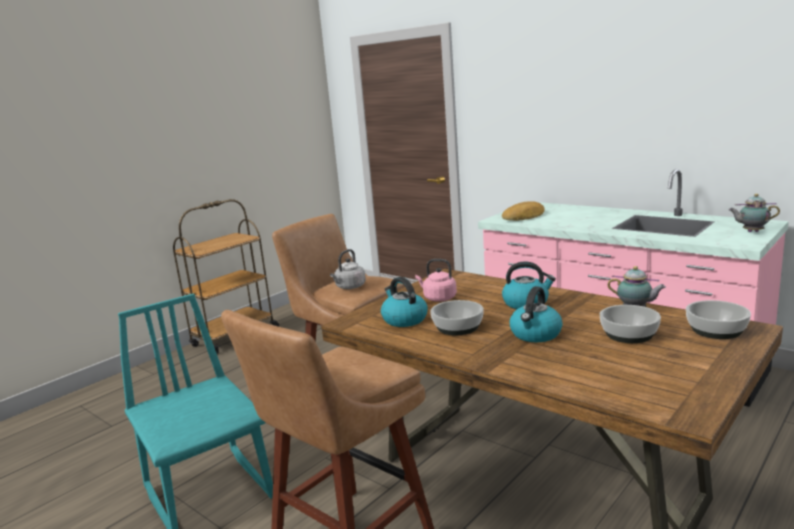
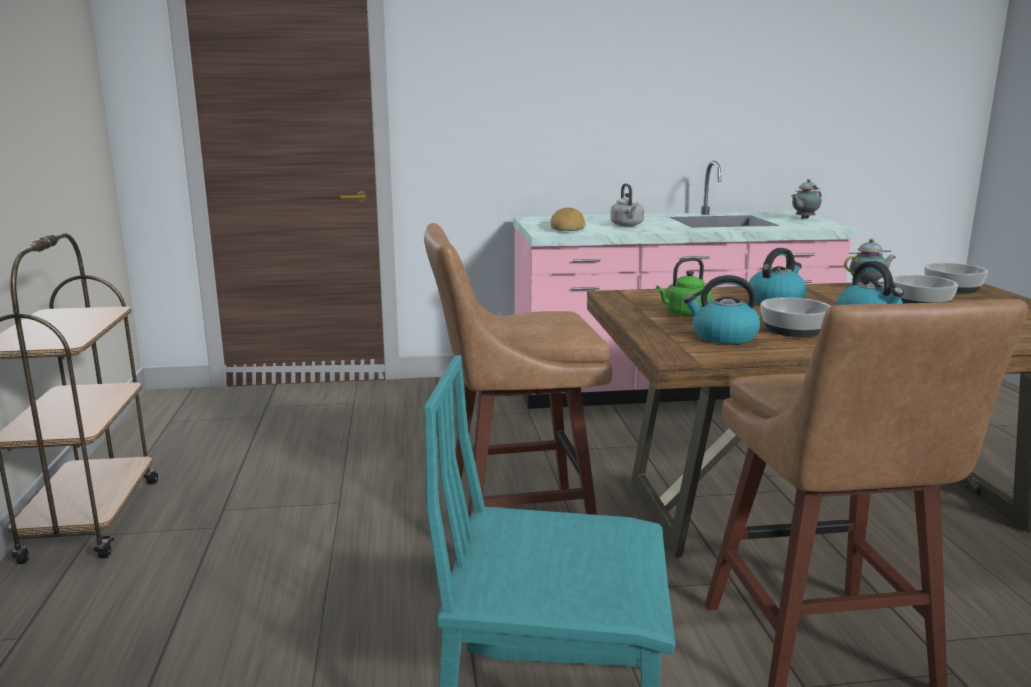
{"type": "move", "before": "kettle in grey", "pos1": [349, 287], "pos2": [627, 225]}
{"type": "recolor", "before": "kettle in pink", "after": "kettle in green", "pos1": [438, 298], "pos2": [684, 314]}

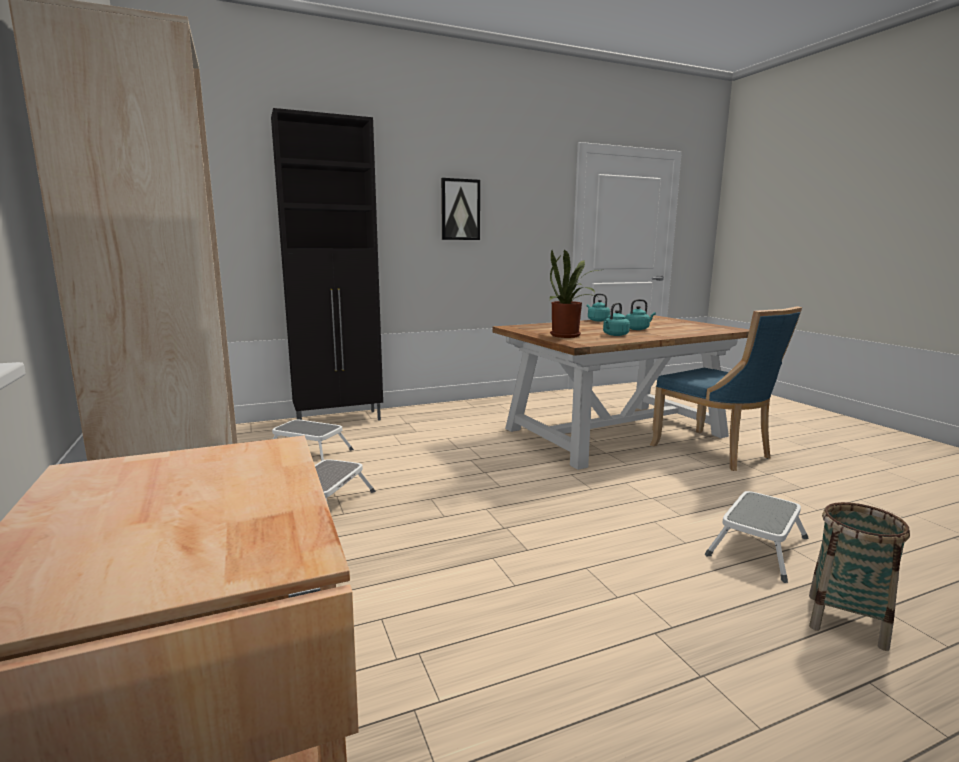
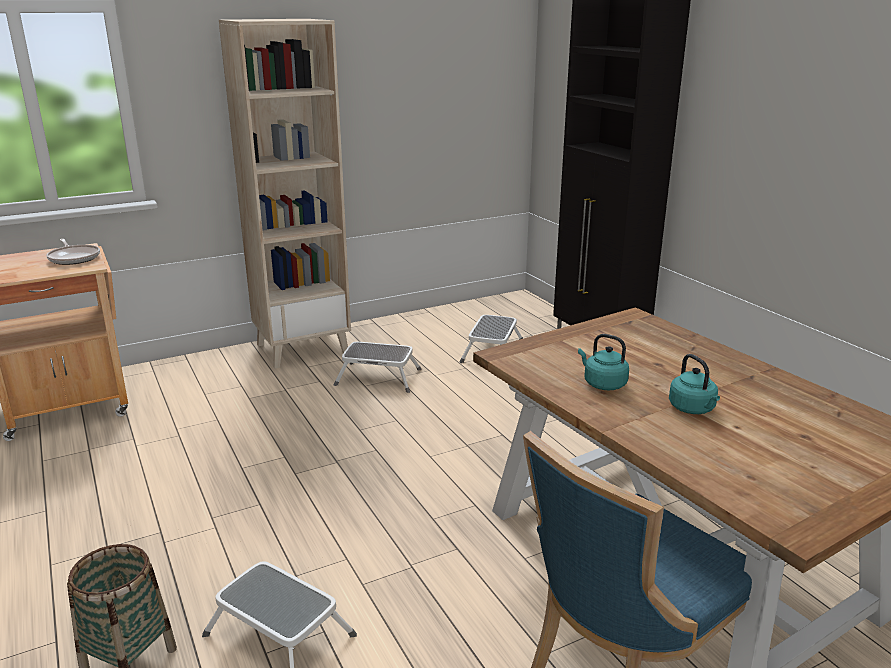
{"type": "delete", "before": "picture", "pos1": [460, 209]}
{"type": "delete", "before": "potted plant", "pos1": [568, 336]}
{"type": "delete", "before": "kettle in turquoise", "pos1": [597, 320]}
{"type": "insert", "after": "frying pan", "pos2": [74, 258]}

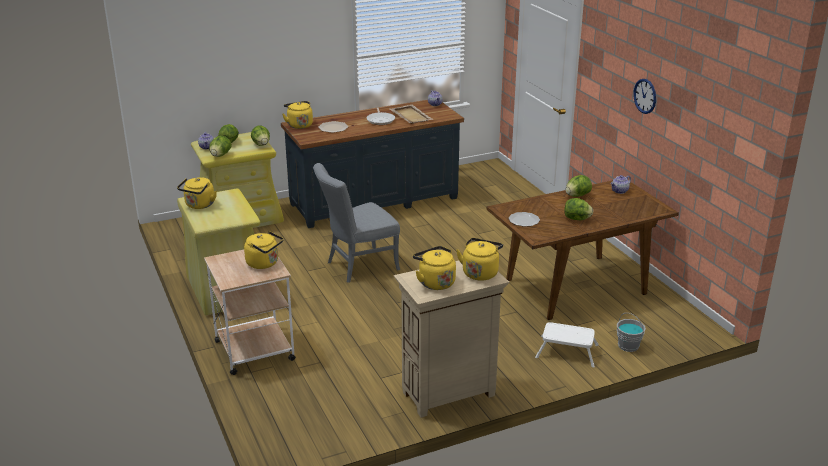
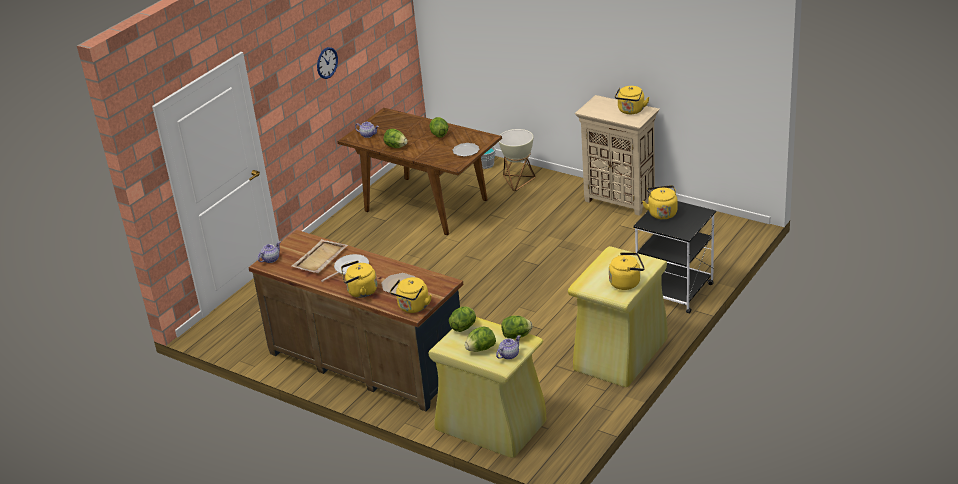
{"type": "delete", "before": "chair in grey", "pos1": [358, 266]}
{"type": "move", "before": "kettle in yellow", "pos1": [480, 272], "pos2": [360, 292]}
{"type": "recolor", "before": "cart in beige", "after": "cart in black", "pos1": [254, 349], "pos2": [674, 292]}
{"type": "replace", "before": "step ladder in white", "after": "planter", "pos1": [567, 351], "pos2": [518, 181]}

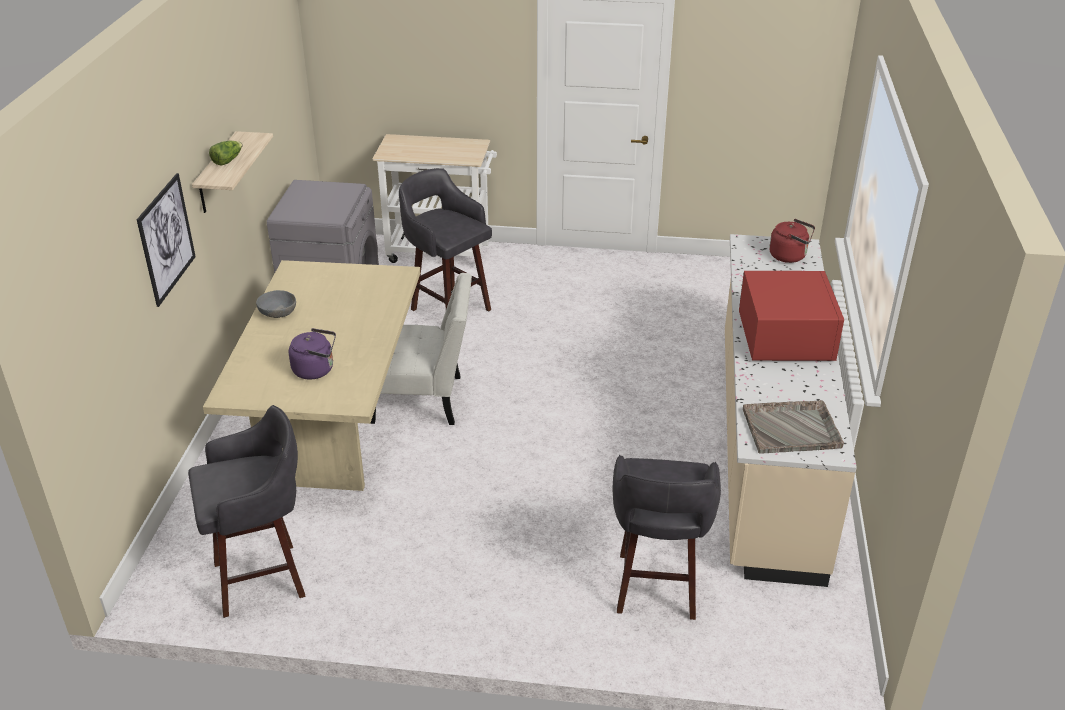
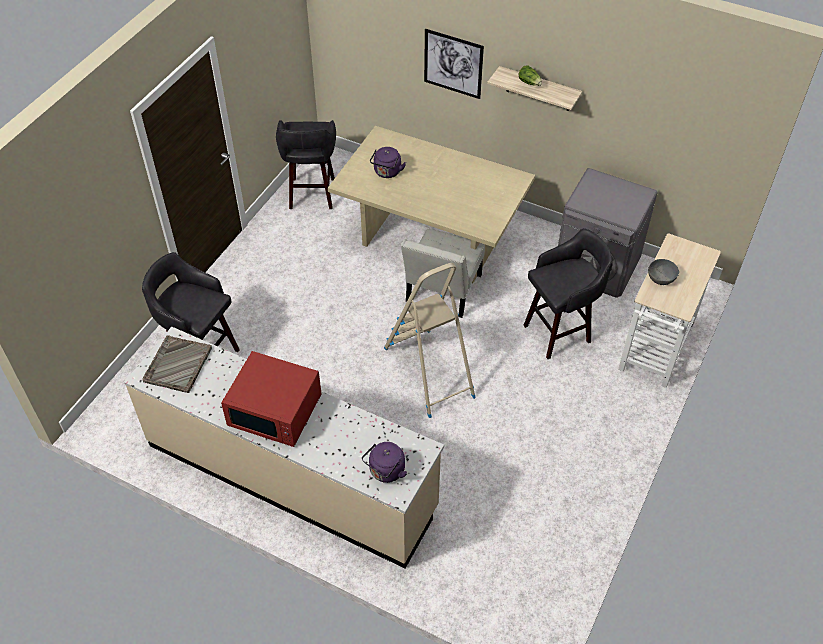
{"type": "recolor", "before": "kettle in red", "after": "kettle in purple", "pos1": [790, 256], "pos2": [385, 472]}
{"type": "move", "before": "bowl in grey", "pos1": [278, 313], "pos2": [661, 278]}
{"type": "insert", "after": "step ladder in beige", "pos2": [428, 371]}

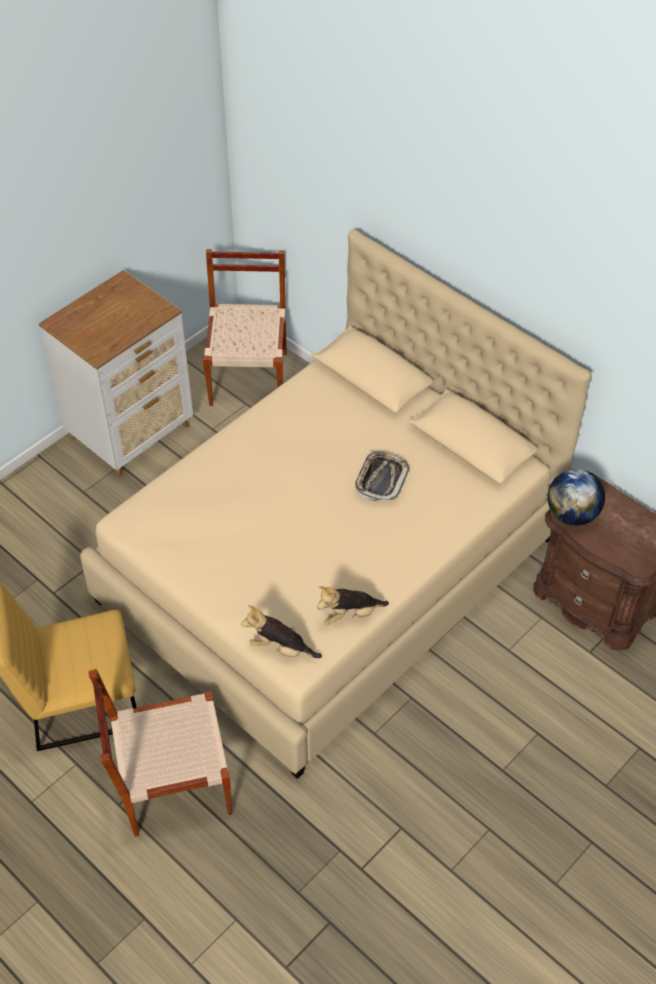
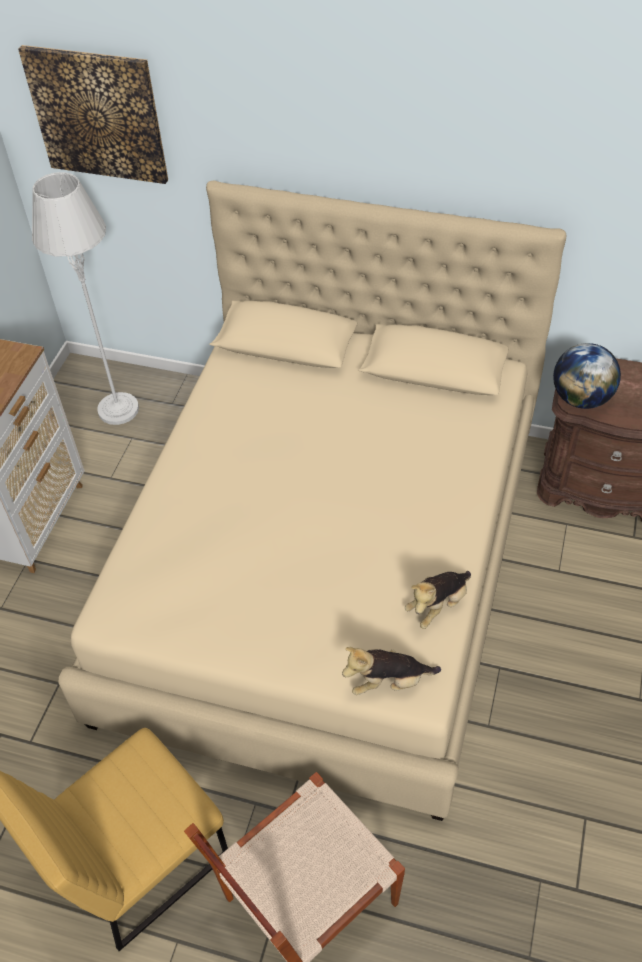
{"type": "replace", "before": "chair", "after": "floor lamp in grey", "pos1": [249, 377], "pos2": [118, 409]}
{"type": "delete", "before": "tray", "pos1": [381, 479]}
{"type": "insert", "after": "picture", "pos2": [97, 114]}

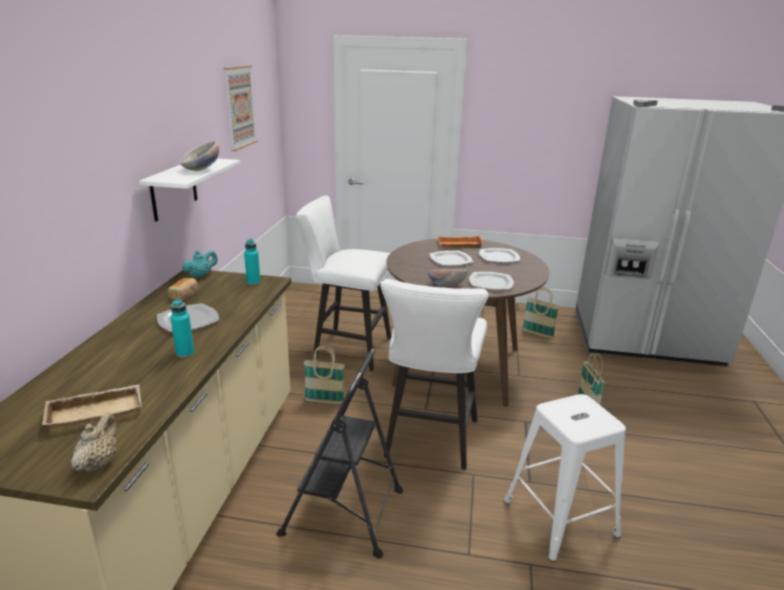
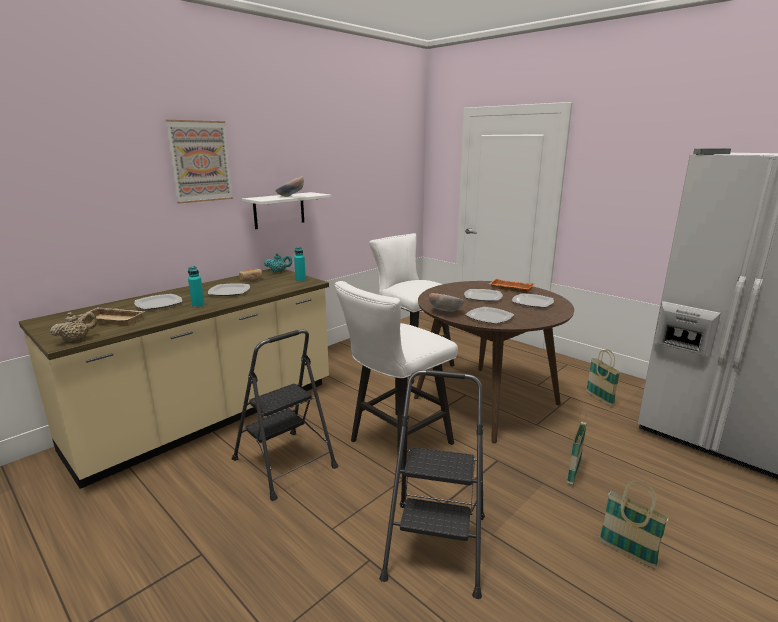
{"type": "move", "before": "picture", "pos1": [239, 107], "pos2": [200, 161]}
{"type": "move", "before": "basket", "pos1": [324, 401], "pos2": [627, 553]}
{"type": "replace", "before": "stool in white", "after": "step ladder in black", "pos1": [560, 518], "pos2": [437, 541]}
{"type": "insert", "after": "plate", "pos2": [159, 303]}

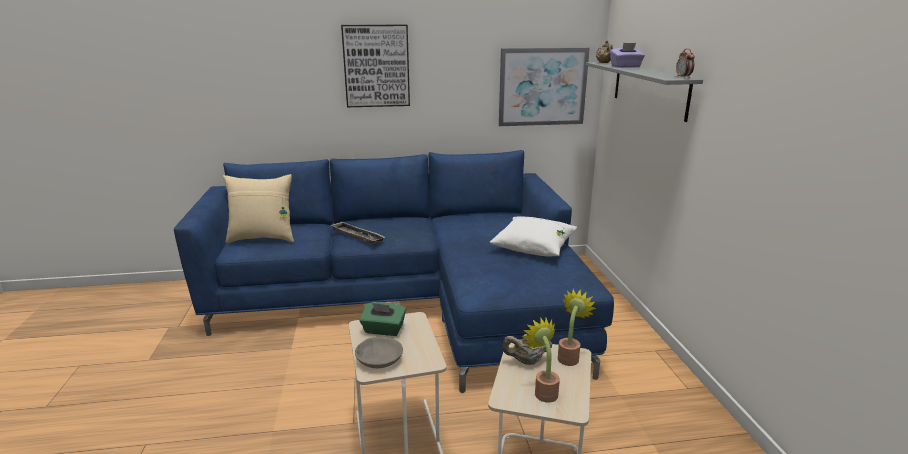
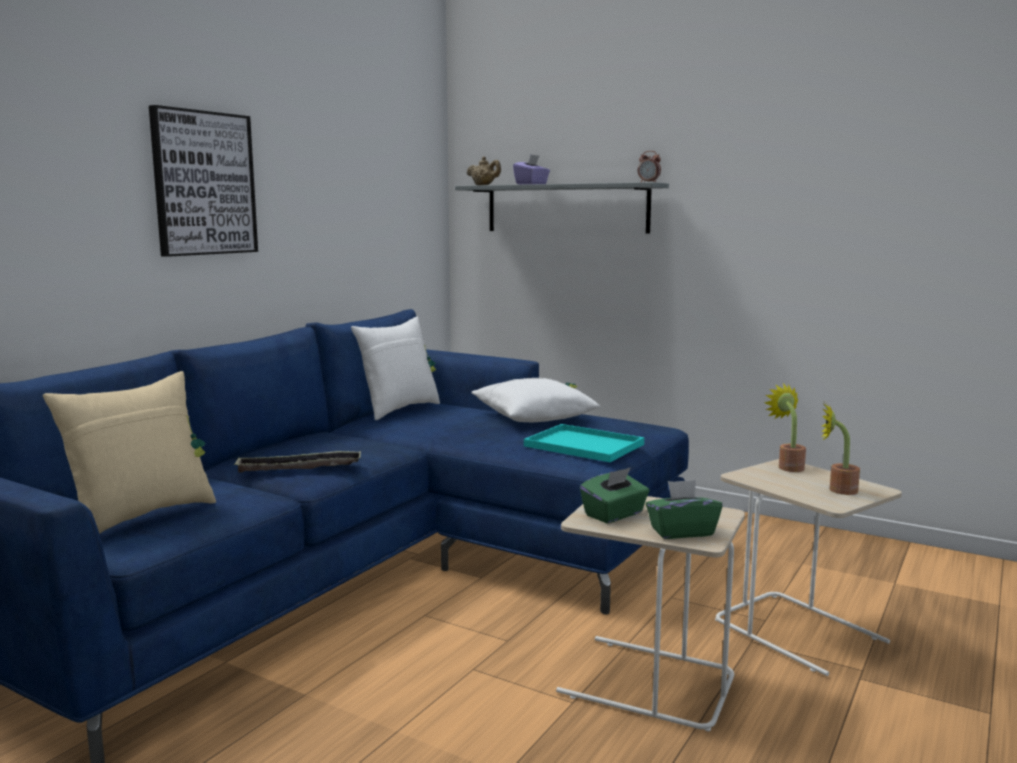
{"type": "delete", "before": "picture", "pos1": [542, 87]}
{"type": "delete", "before": "teapot in beige", "pos1": [526, 361]}
{"type": "replace", "before": "bowl in grey", "after": "tissue box in green", "pos1": [379, 359], "pos2": [681, 532]}
{"type": "insert", "after": "pillow in white", "pos2": [399, 410]}
{"type": "insert", "after": "tray in turquoise", "pos2": [586, 445]}

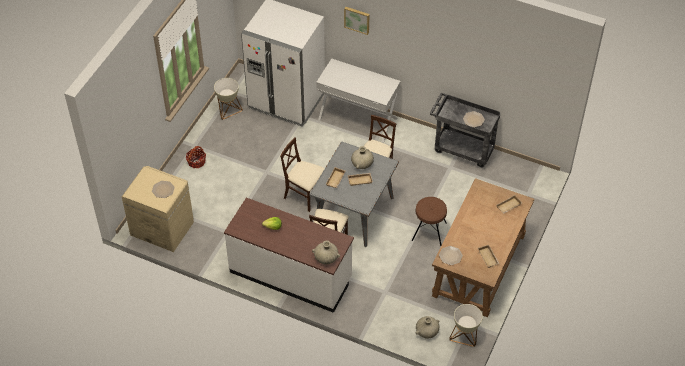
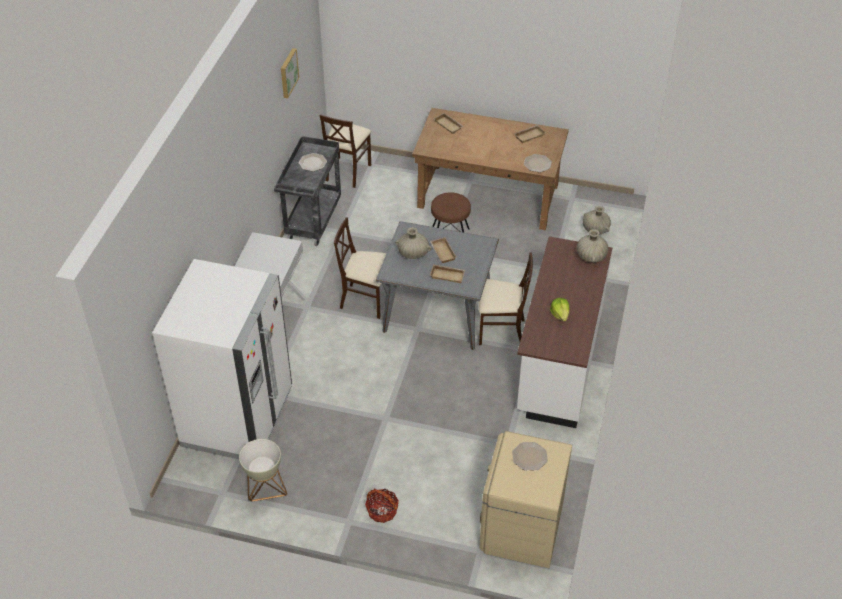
{"type": "move", "before": "picture", "pos1": [357, 19], "pos2": [288, 72]}
{"type": "move", "before": "chair in beige", "pos1": [304, 195], "pos2": [347, 172]}
{"type": "delete", "before": "planter", "pos1": [464, 337]}

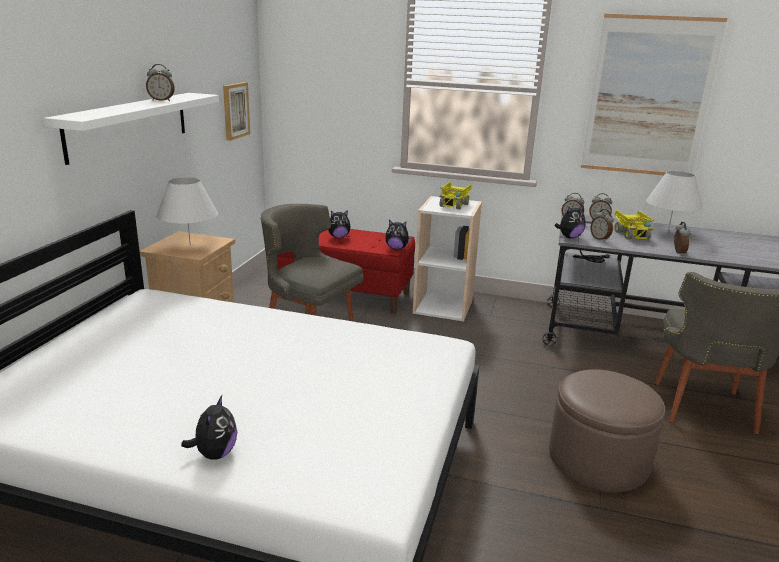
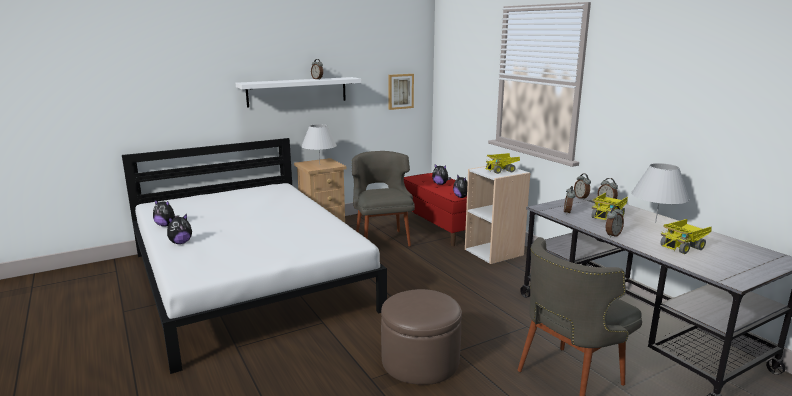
{"type": "delete", "before": "picture", "pos1": [648, 97]}
{"type": "move", "before": "plush toy", "pos1": [569, 237], "pos2": [166, 225]}
{"type": "insert", "after": "toy truck", "pos2": [683, 247]}

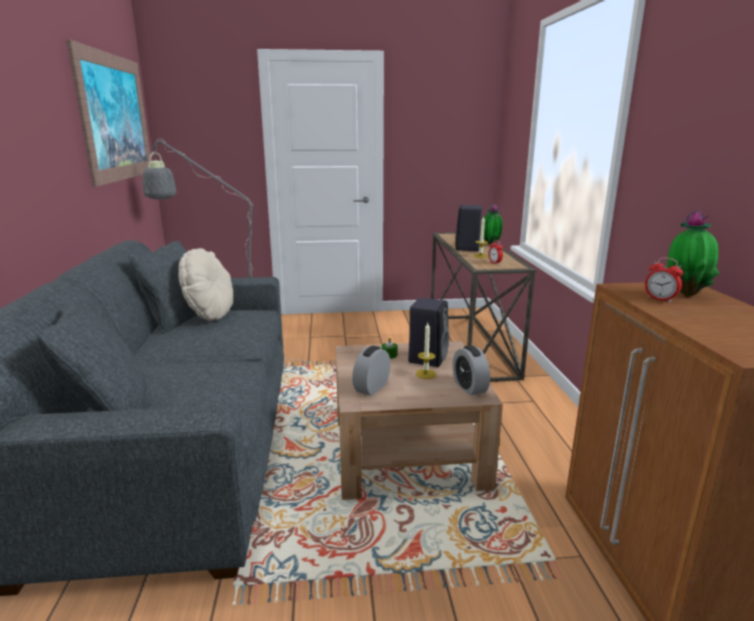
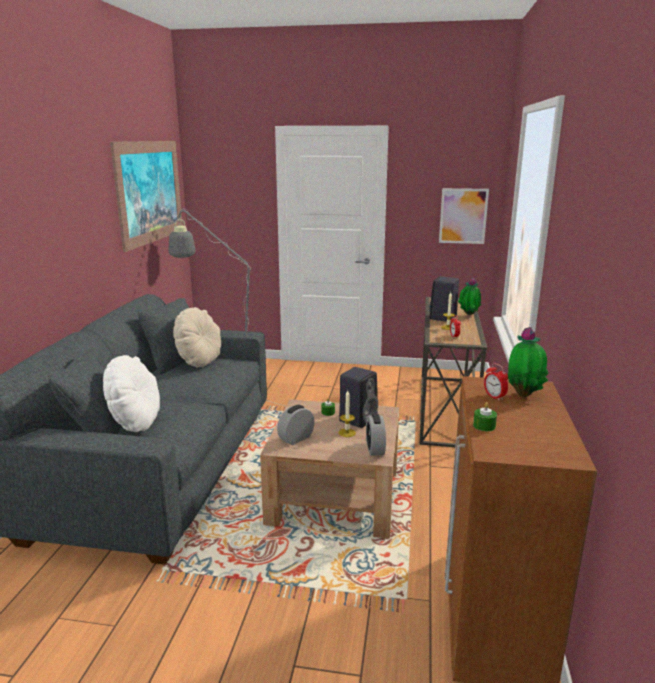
{"type": "insert", "after": "picture", "pos2": [463, 216]}
{"type": "insert", "after": "pillow in white", "pos2": [136, 424]}
{"type": "insert", "after": "candle in green", "pos2": [484, 426]}

